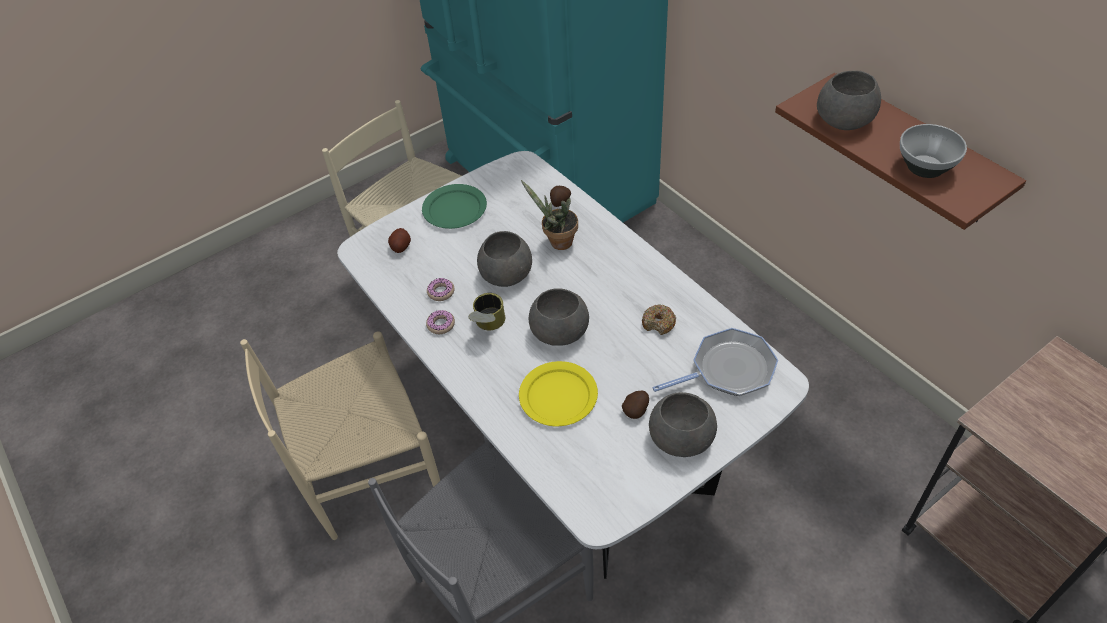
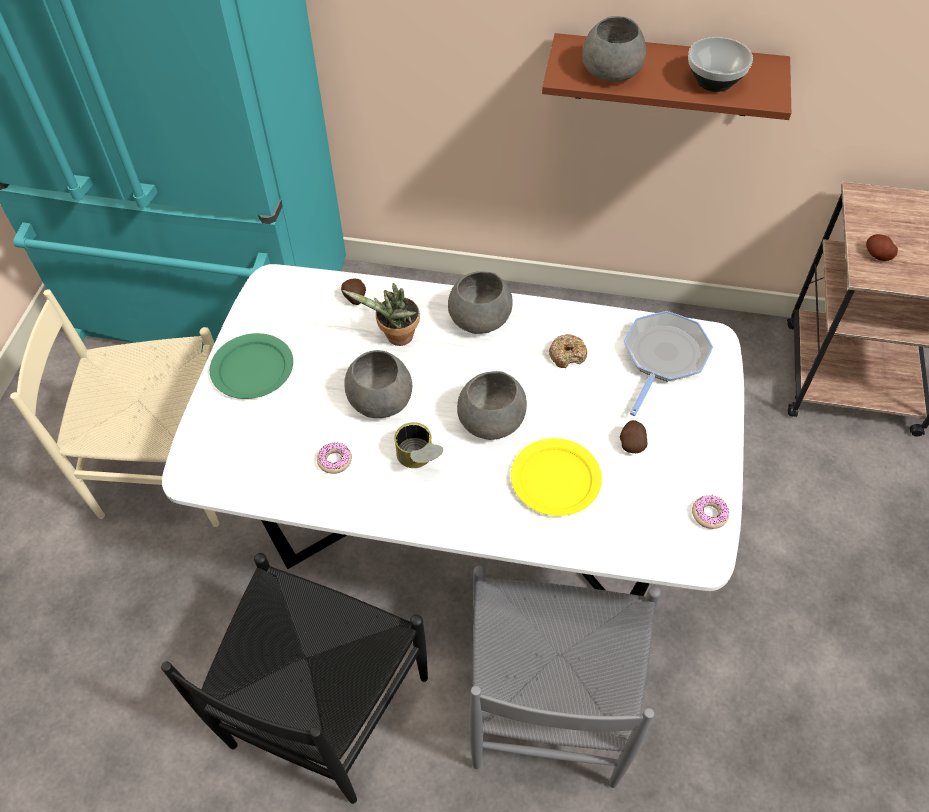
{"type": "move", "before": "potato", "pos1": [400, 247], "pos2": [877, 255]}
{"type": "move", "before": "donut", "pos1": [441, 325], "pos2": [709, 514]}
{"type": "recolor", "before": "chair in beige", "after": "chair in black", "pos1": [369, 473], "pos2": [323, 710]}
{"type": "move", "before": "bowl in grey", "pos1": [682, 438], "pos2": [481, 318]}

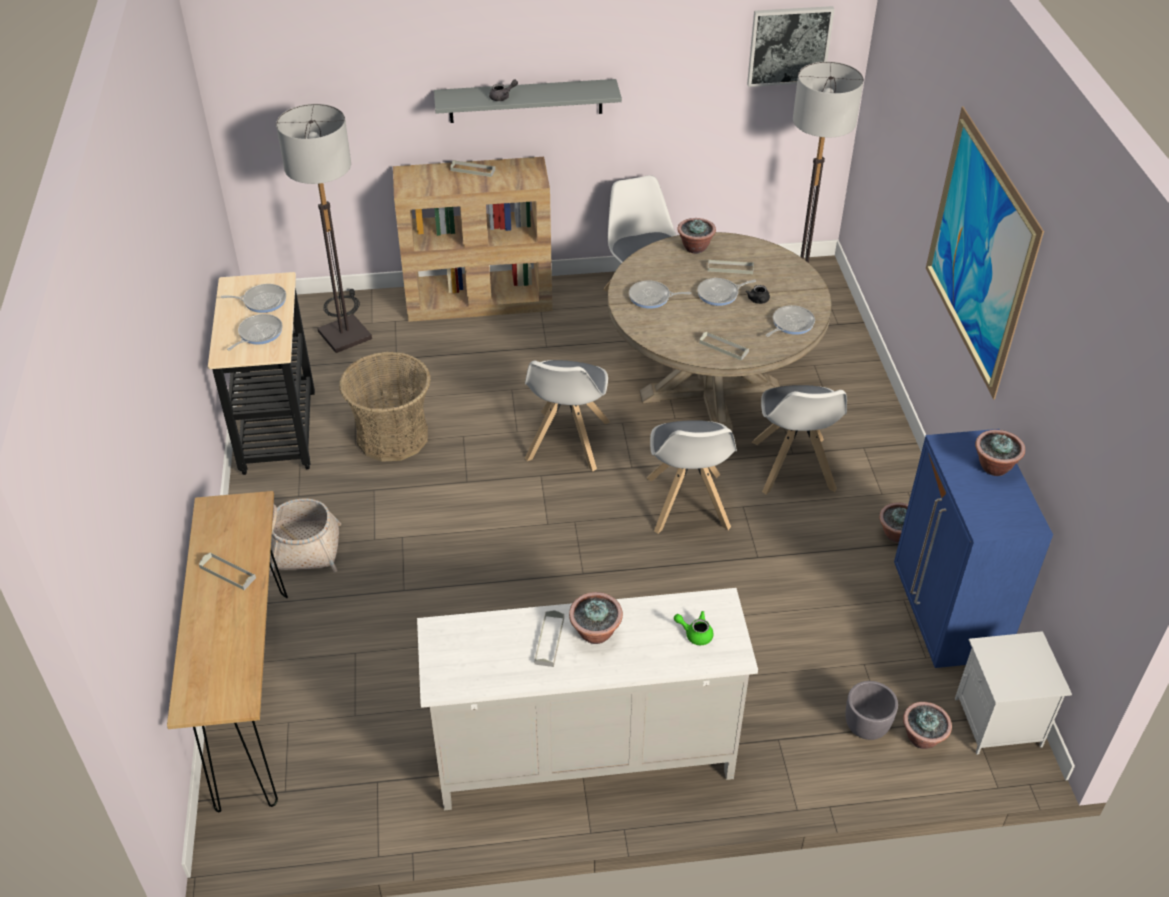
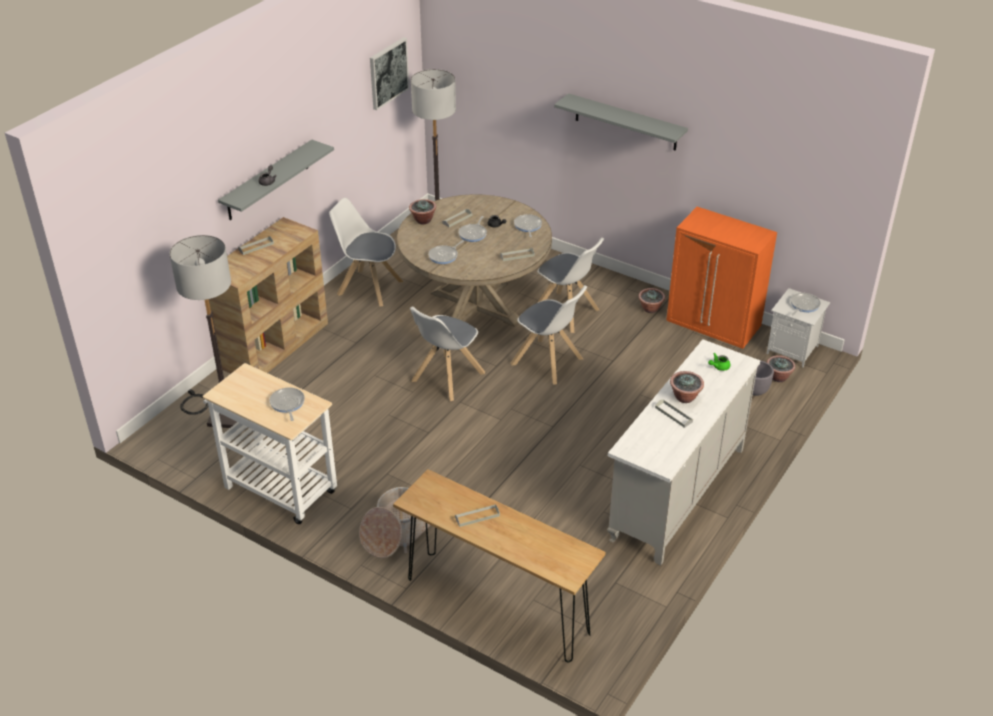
{"type": "replace", "before": "picture", "after": "shelf in grey", "pos1": [979, 251], "pos2": [626, 122]}
{"type": "recolor", "before": "cart in black", "after": "cart in white", "pos1": [278, 431], "pos2": [279, 489]}
{"type": "move", "before": "frying pan", "pos1": [262, 301], "pos2": [803, 305]}
{"type": "delete", "before": "basket", "pos1": [392, 436]}
{"type": "rotate", "before": "chair", "pos1": [567, 442], "pos2": [446, 378], "turn": 75}
{"type": "recolor", "before": "cabinet in blue", "after": "cabinet in orange", "pos1": [948, 610], "pos2": [714, 323]}
{"type": "delete", "before": "potted plant", "pos1": [993, 467]}

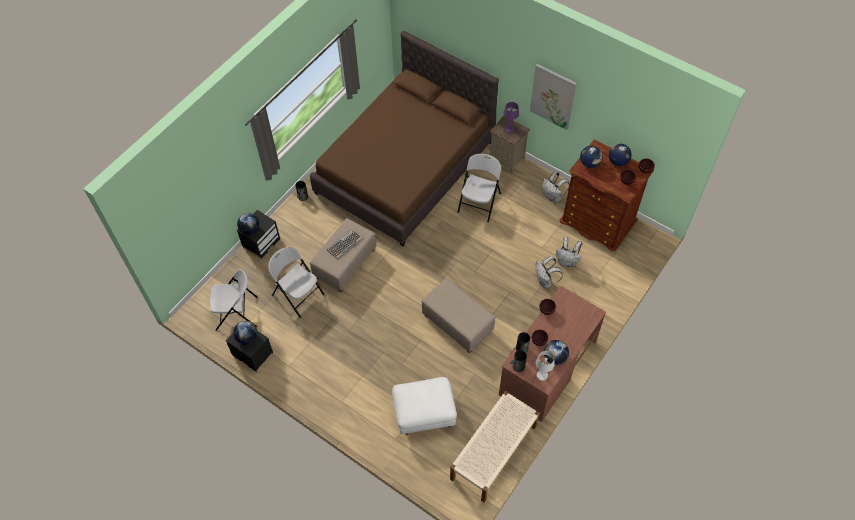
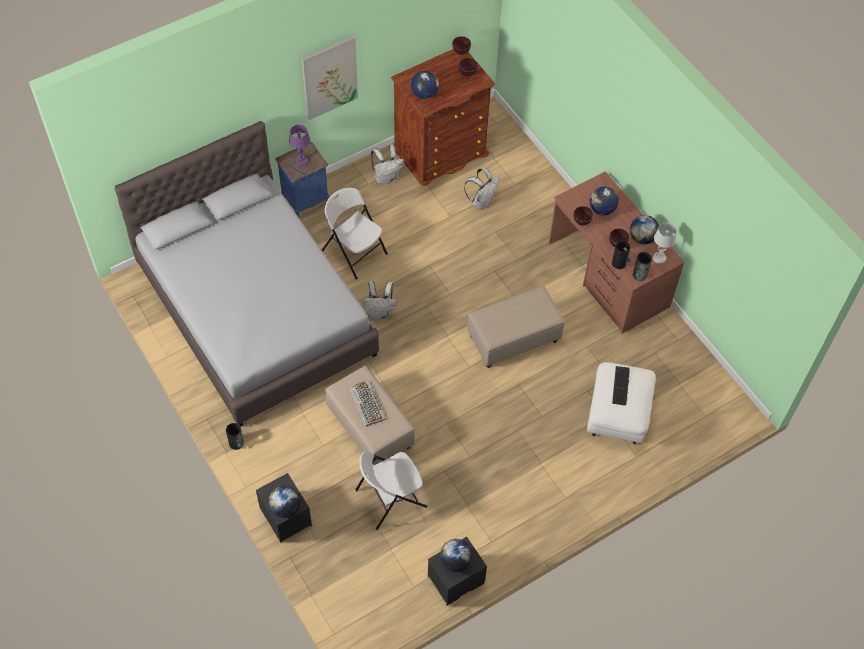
{"type": "recolor", "before": "bed in brown", "after": "bed in grey", "pos1": [405, 167], "pos2": [255, 308]}
{"type": "recolor", "before": "nightstand in beige", "after": "nightstand in blue", "pos1": [506, 160], "pos2": [306, 200]}
{"type": "move", "before": "globe", "pos1": [618, 161], "pos2": [602, 209]}
{"type": "move", "before": "backpack in white", "pos1": [545, 281], "pos2": [380, 312]}
{"type": "delete", "before": "chair in white", "pos1": [237, 313]}
{"type": "delete", "before": "bench in beige", "pos1": [494, 452]}
{"type": "insert", "after": "keyboard", "pos2": [621, 386]}

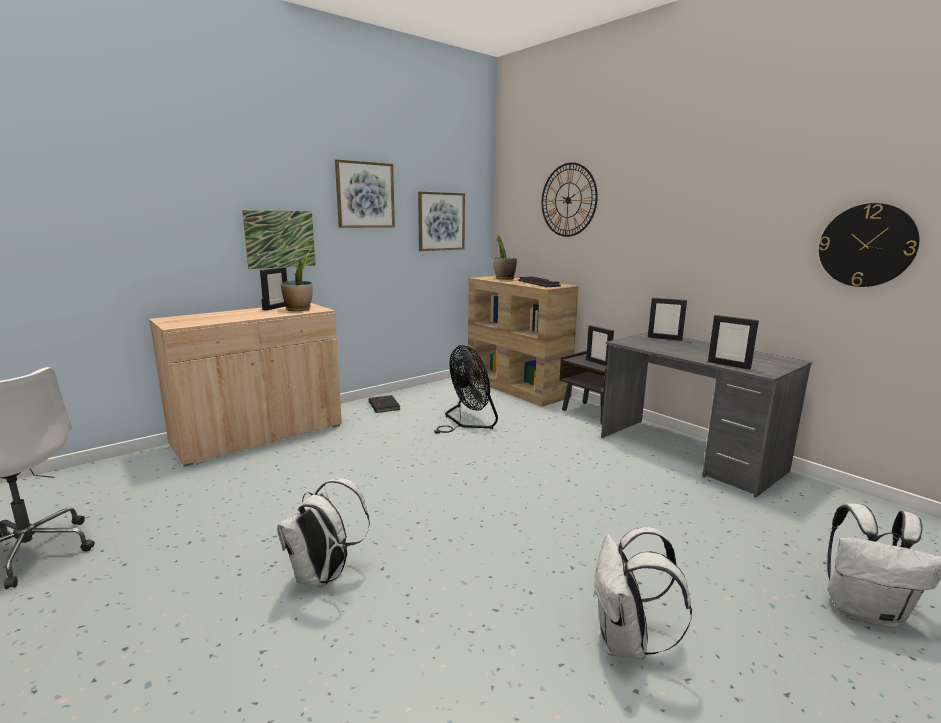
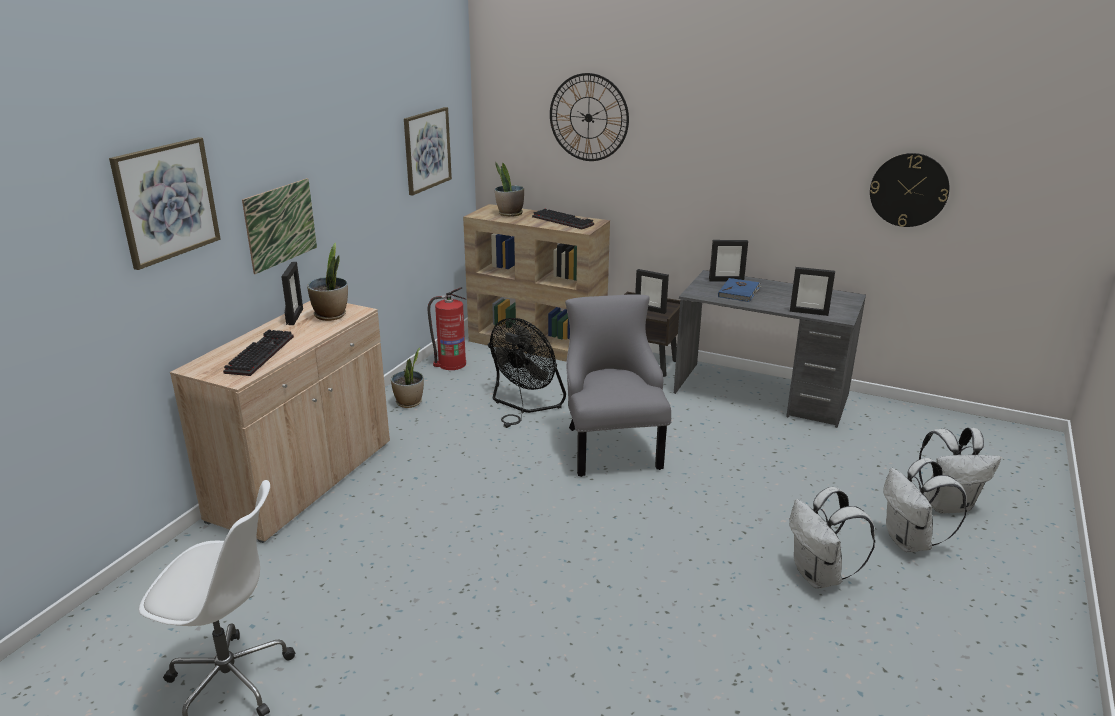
{"type": "move", "before": "picture", "pos1": [365, 195], "pos2": [166, 201]}
{"type": "replace", "before": "book in black", "after": "potted plant", "pos1": [384, 405], "pos2": [409, 402]}
{"type": "move", "before": "backpack in white", "pos1": [324, 576], "pos2": [910, 542]}
{"type": "insert", "after": "book in blue", "pos2": [739, 292]}
{"type": "insert", "after": "fire extinguisher", "pos2": [451, 364]}
{"type": "insert", "after": "chair in grey", "pos2": [612, 450]}
{"type": "insert", "after": "keyboard", "pos2": [259, 354]}

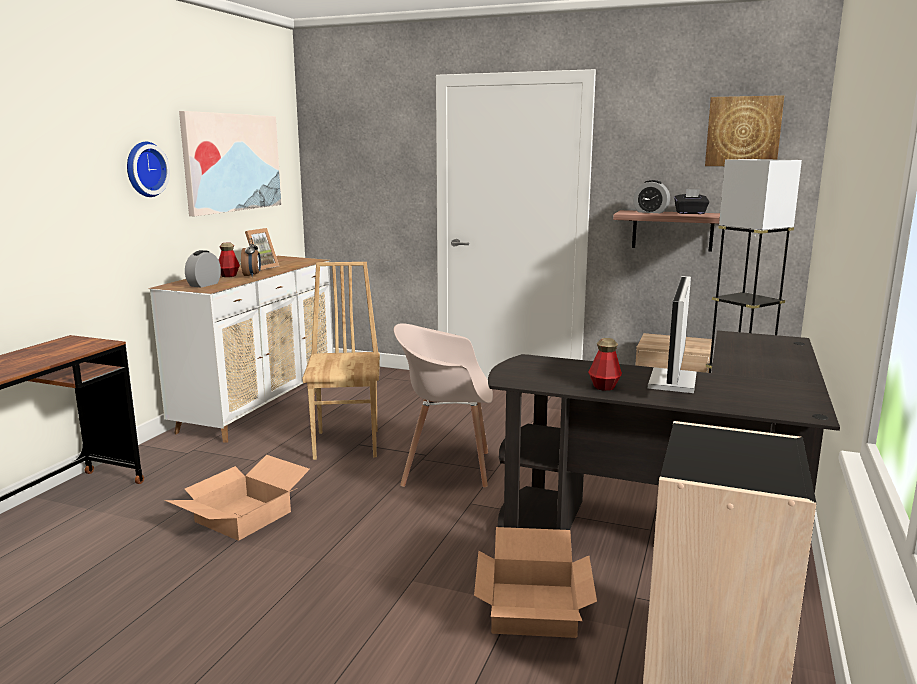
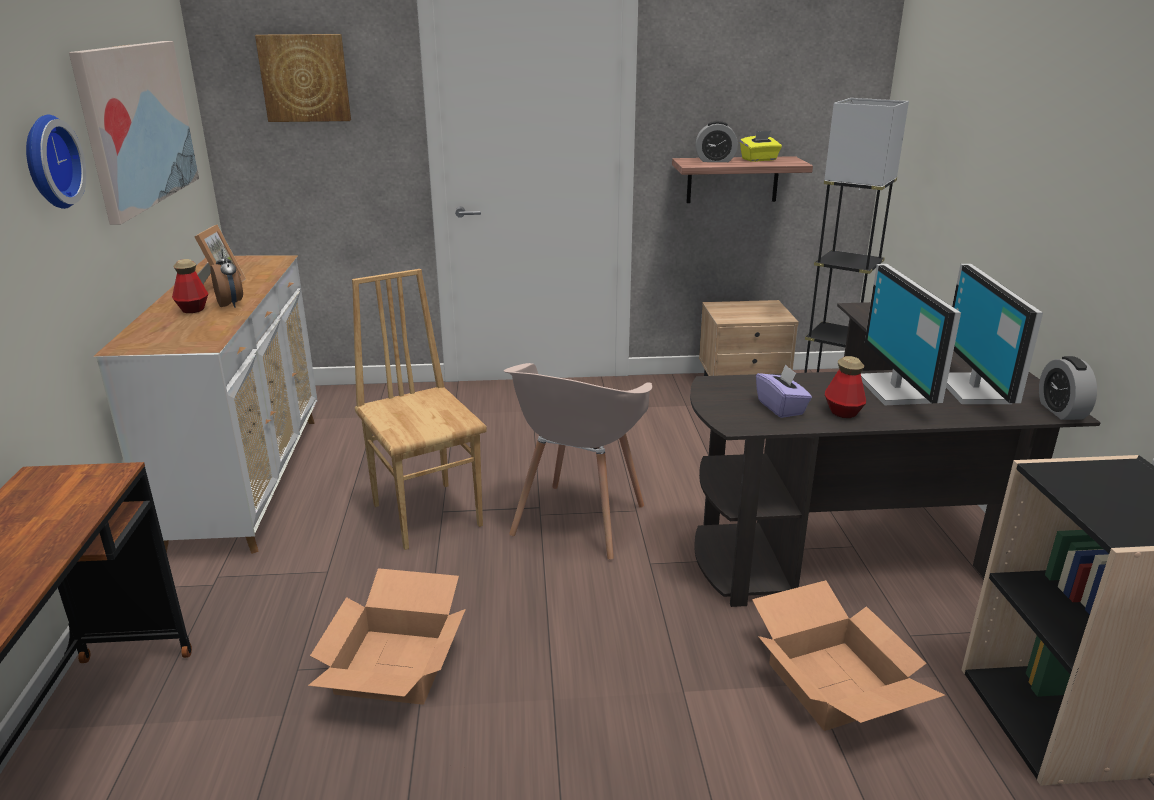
{"type": "move", "before": "picture", "pos1": [743, 131], "pos2": [305, 78]}
{"type": "recolor", "before": "tissue box in black", "after": "tissue box in yellow", "pos1": [690, 213], "pos2": [759, 159]}
{"type": "move", "before": "alarm clock", "pos1": [204, 285], "pos2": [1061, 411]}
{"type": "rotate", "before": "chair in beige", "pos1": [444, 468], "pos2": [578, 522], "turn": -45}
{"type": "insert", "after": "monitor", "pos2": [976, 390]}
{"type": "insert", "after": "tissue box in purple", "pos2": [781, 407]}

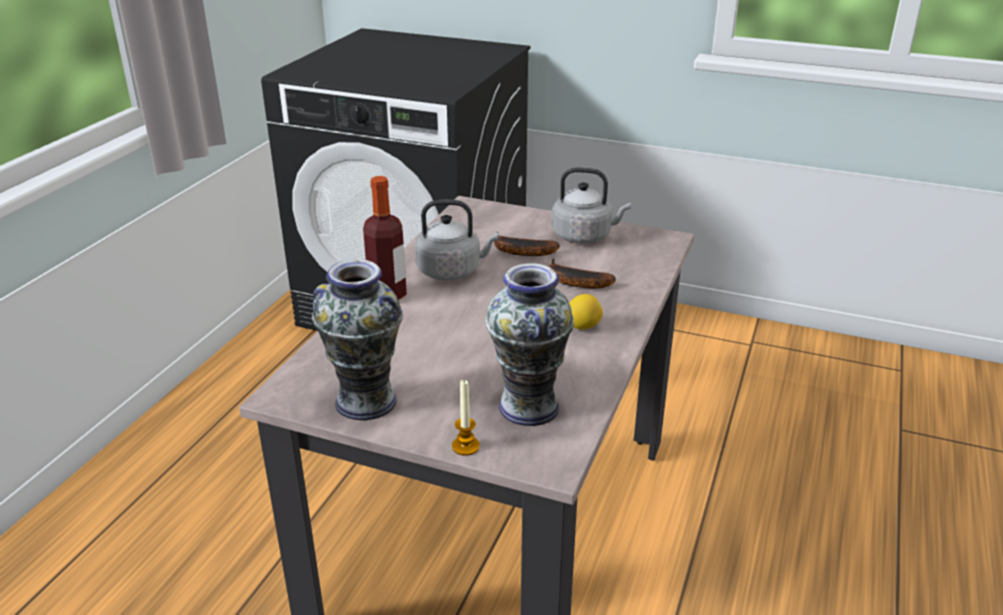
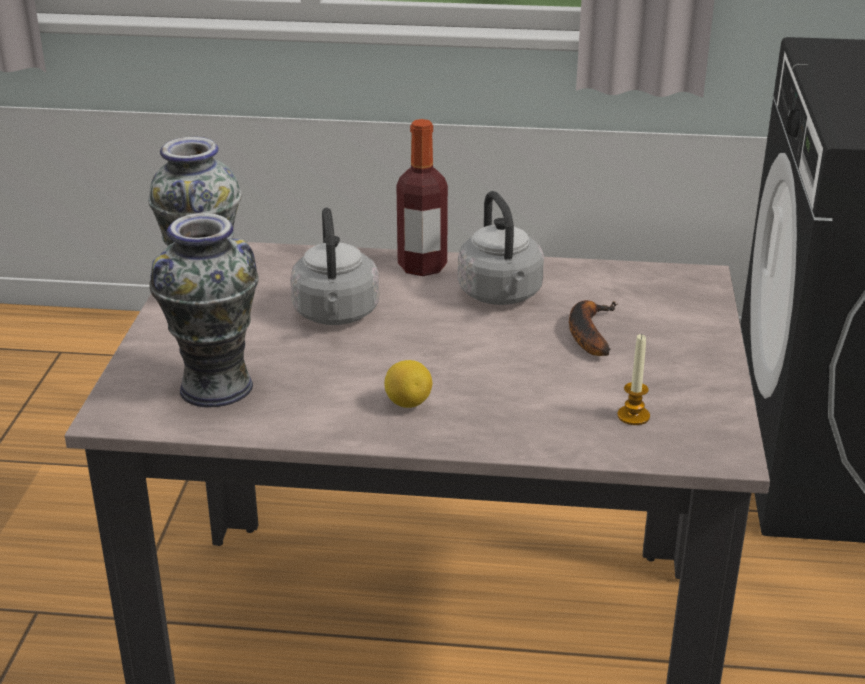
{"type": "move", "before": "kettle in grey", "pos1": [585, 236], "pos2": [336, 315]}
{"type": "delete", "before": "banana", "pos1": [573, 281]}
{"type": "move", "before": "candle", "pos1": [465, 446], "pos2": [633, 416]}

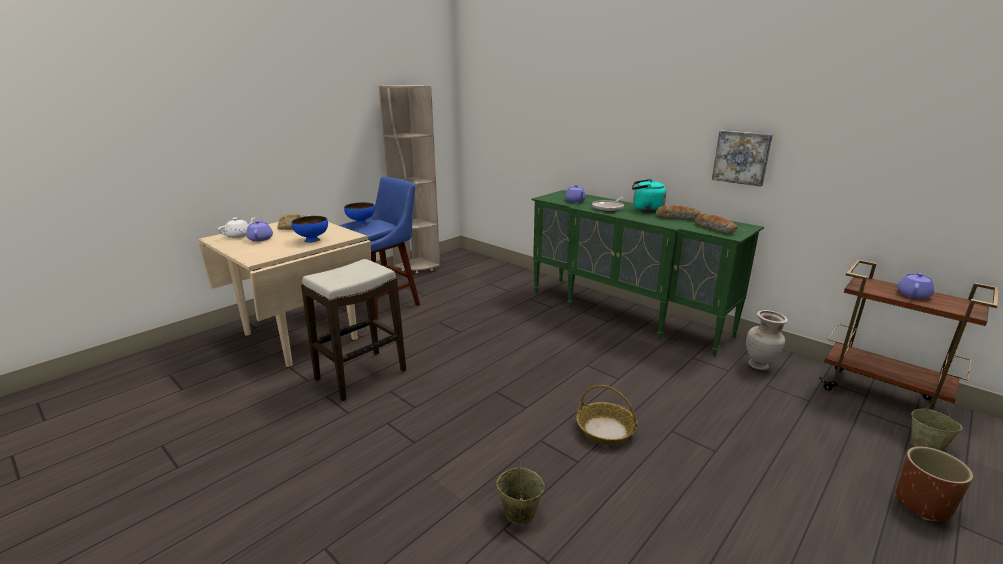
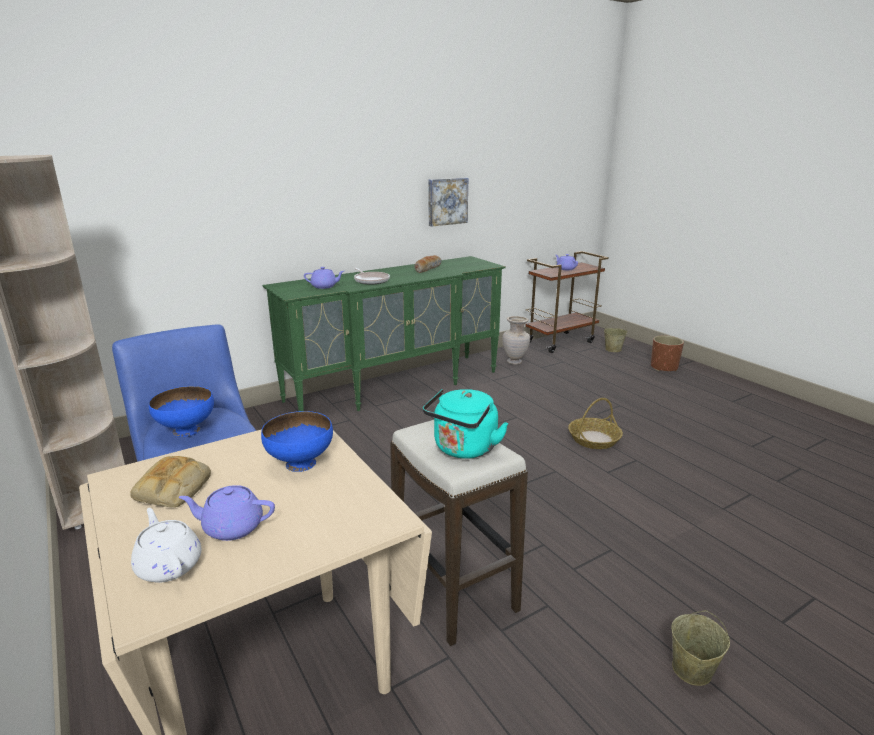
{"type": "move", "before": "kettle in turquoise", "pos1": [645, 209], "pos2": [463, 449]}
{"type": "delete", "before": "bread", "pos1": [715, 229]}
{"type": "move", "before": "bucket in beige", "pos1": [519, 512], "pos2": [691, 670]}

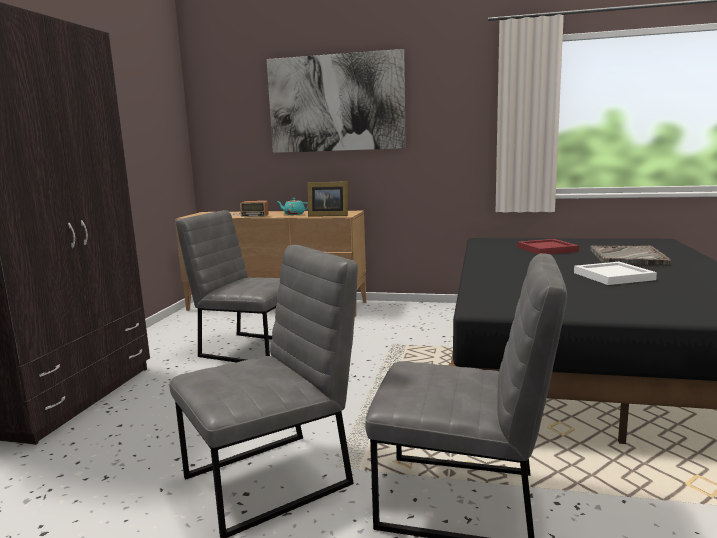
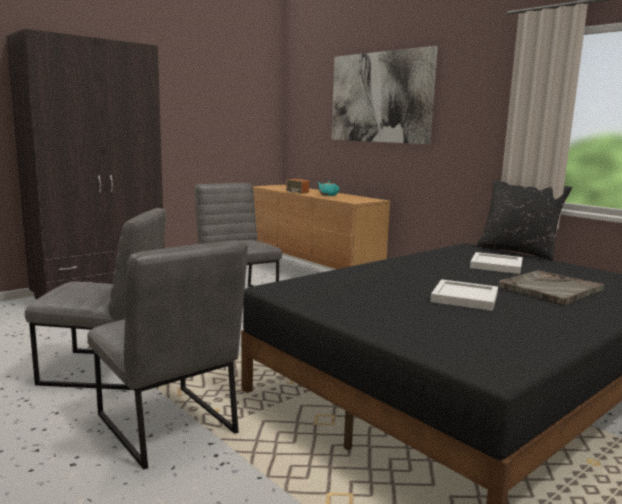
{"type": "delete", "before": "picture frame", "pos1": [327, 215]}
{"type": "recolor", "before": "tray in red", "after": "tray in white", "pos1": [548, 249], "pos2": [497, 266]}
{"type": "insert", "after": "pillow in black", "pos2": [518, 251]}

